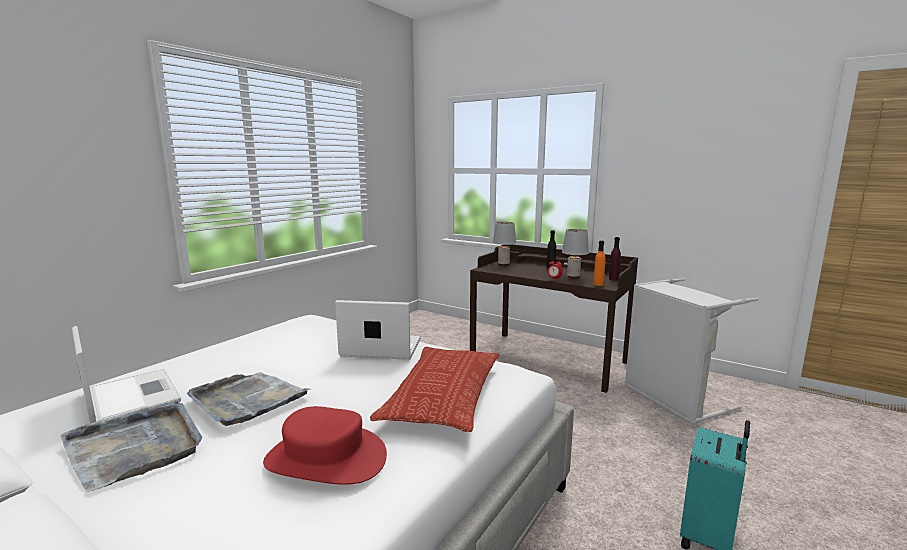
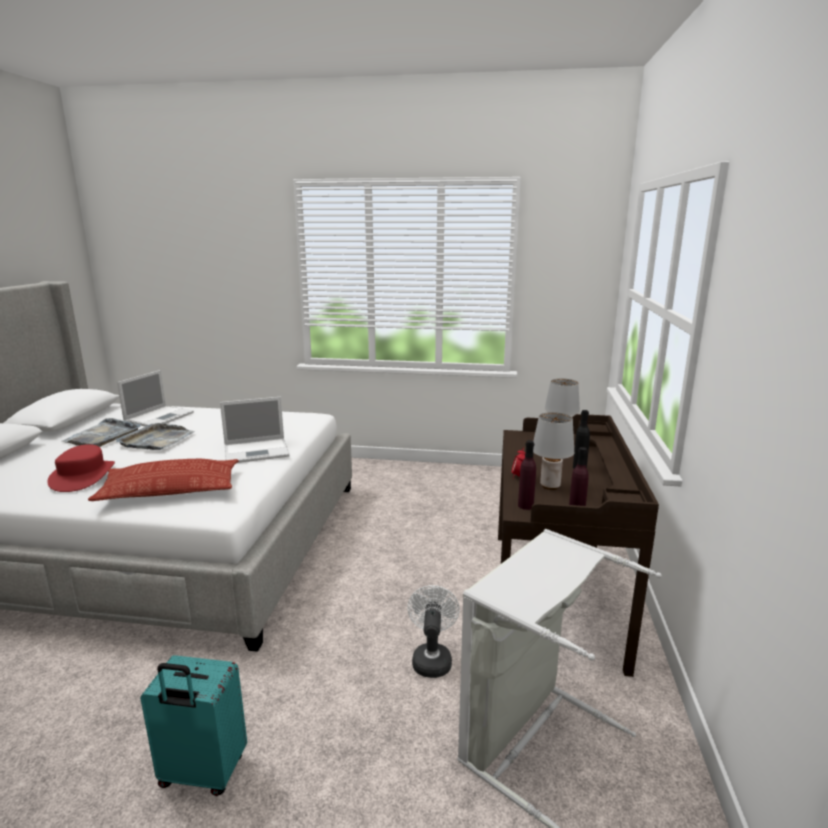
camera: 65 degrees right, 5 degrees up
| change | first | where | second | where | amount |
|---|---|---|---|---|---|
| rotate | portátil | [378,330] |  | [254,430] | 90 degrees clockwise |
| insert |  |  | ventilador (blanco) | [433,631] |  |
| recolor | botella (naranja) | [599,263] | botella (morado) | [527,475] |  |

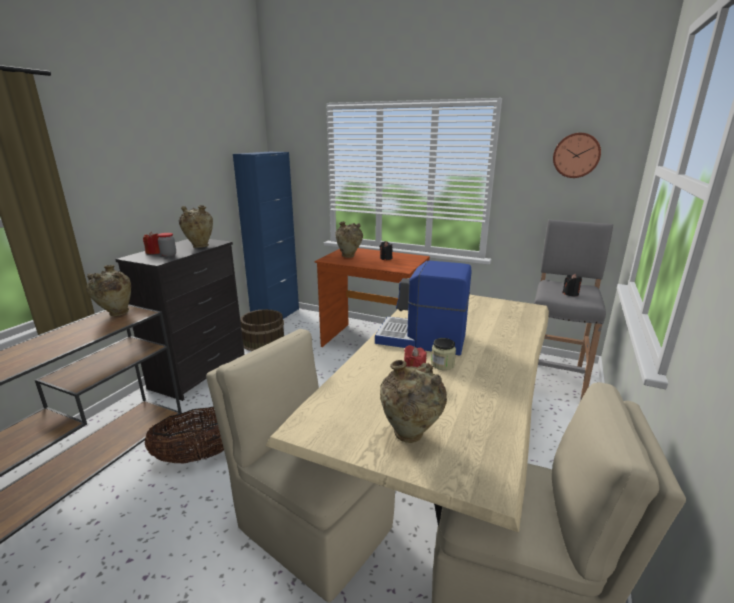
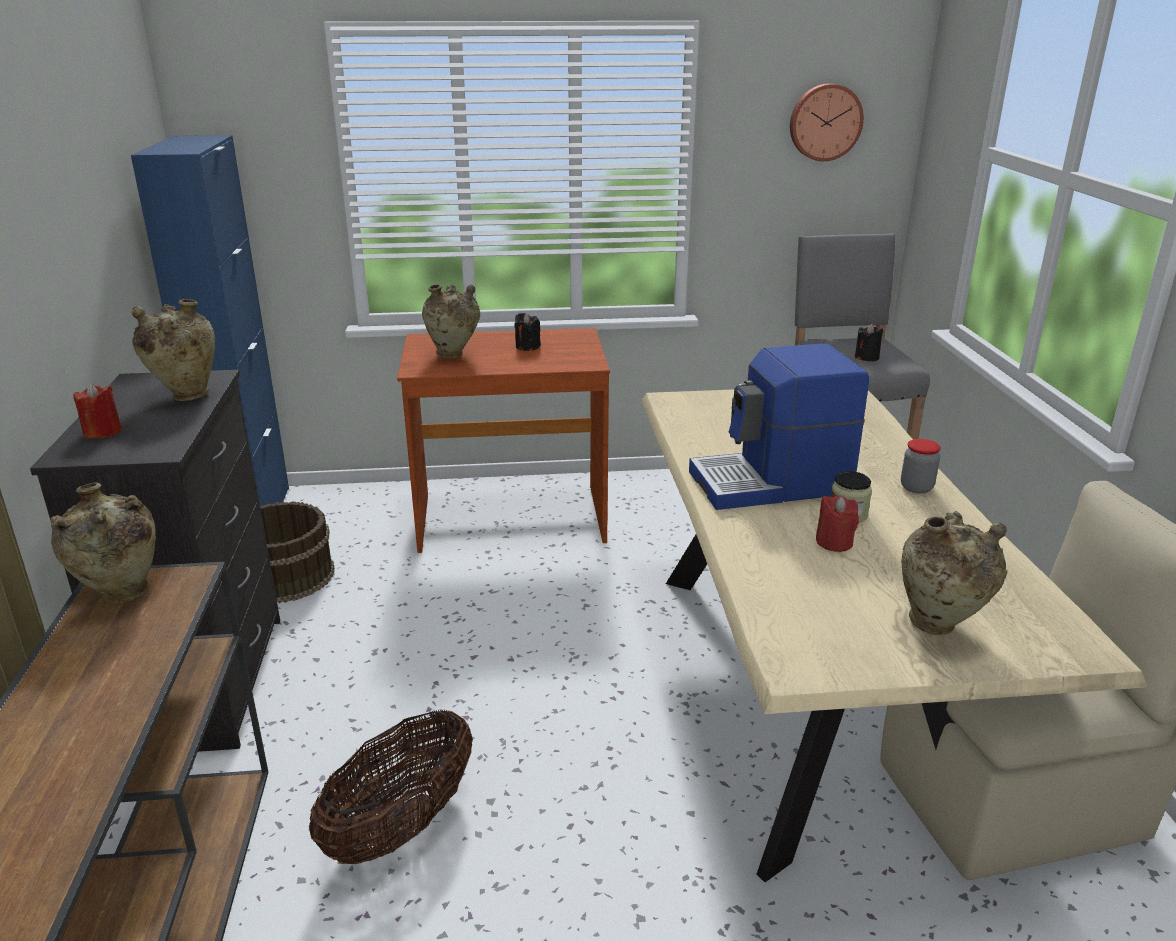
camera: 30 degrees left, 5 degrees up
| change | first | where | second | where | amount |
|---|---|---|---|---|---|
| move | tarro | [166,245] |  | [921,466] |  |
| delete | silla (beis) | [300,465] |  |  |  |

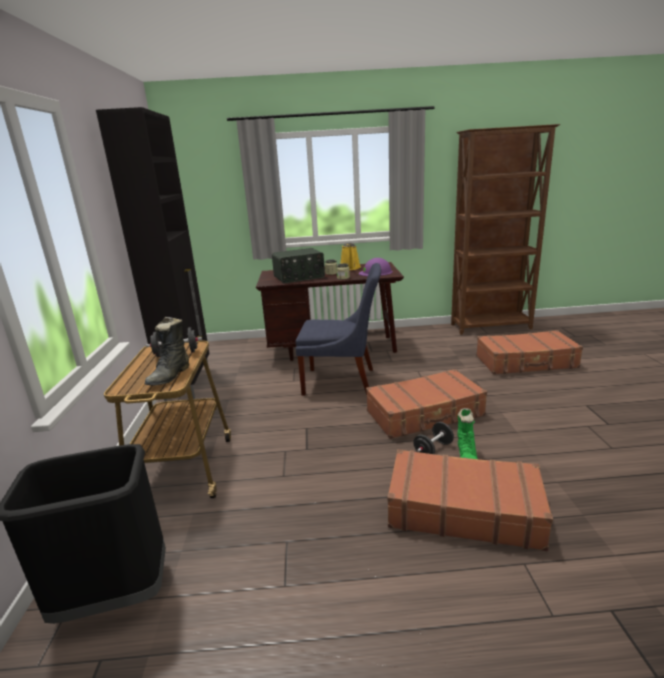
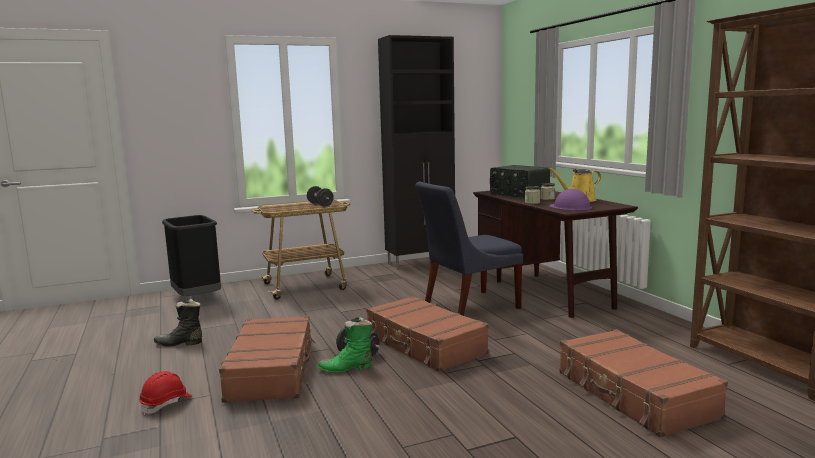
camera: 70 degrees right, 10 degrees down
| change | first | where | second | where | amount |
|---|---|---|---|---|---|
| insert |  |  | casco (rojo) | [165,393] |  |
| move | bota (negro) | [166,351] |  | [178,322] |  |
| rotate | silla (azul) | [338,329] |  | [469,249] | 75 degrees clockwise |

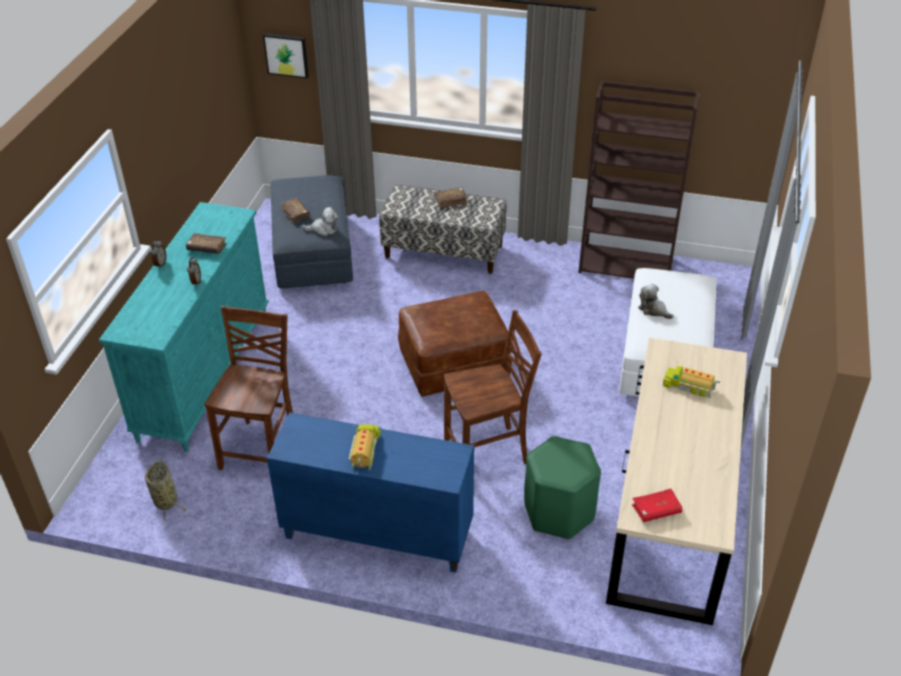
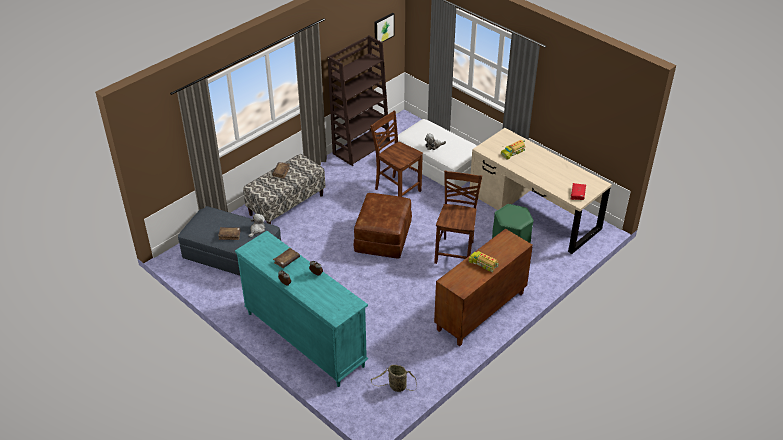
camera: 60 degrees left, 0 degrees up
| change | first | where | second | where | amount |
|---|---|---|---|---|---|
| move | silla (marrón) | [248,388] |  | [396,153] |  |
| move | cuadro | [285,55] |  | [384,29] |  |
| recolor | armario (azul) | [370,492] | armario (marrón) | [483,287] |  |

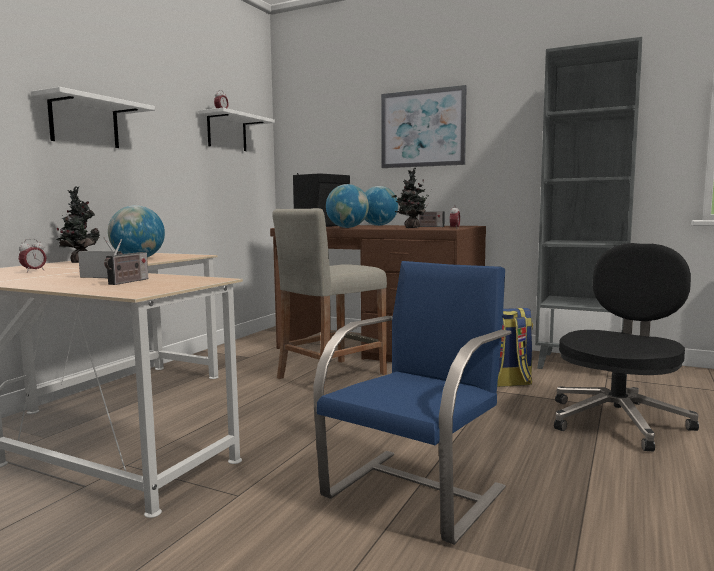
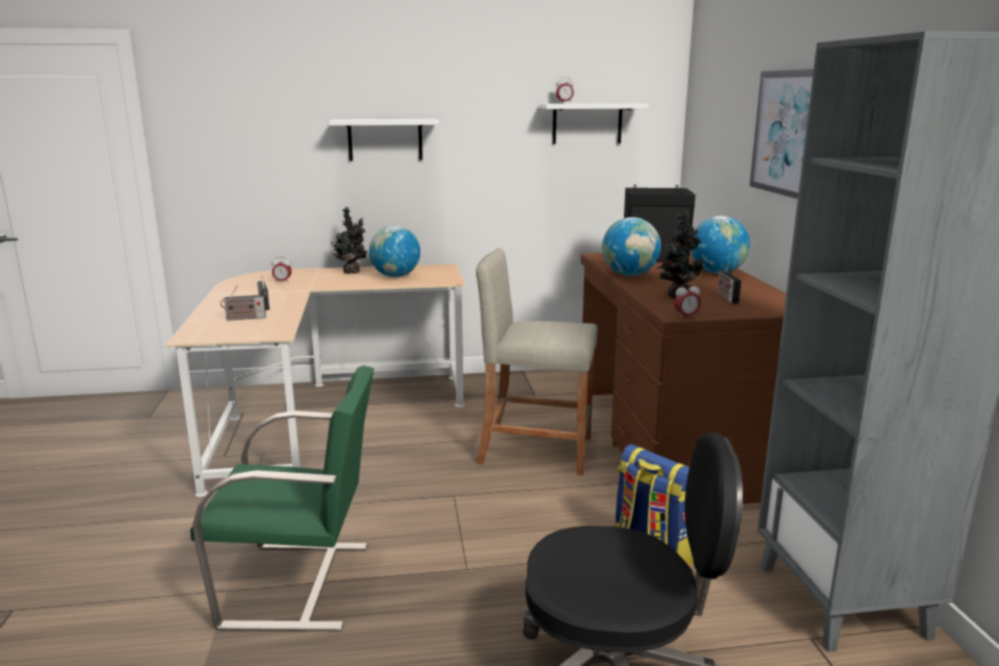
camera: 55 degrees right, 10 degrees up
| change | first | where | second | where | amount |
|---|---|---|---|---|---|
| recolor | silla (azul) | [412,403] | silla (verde) | [282,498] |  |

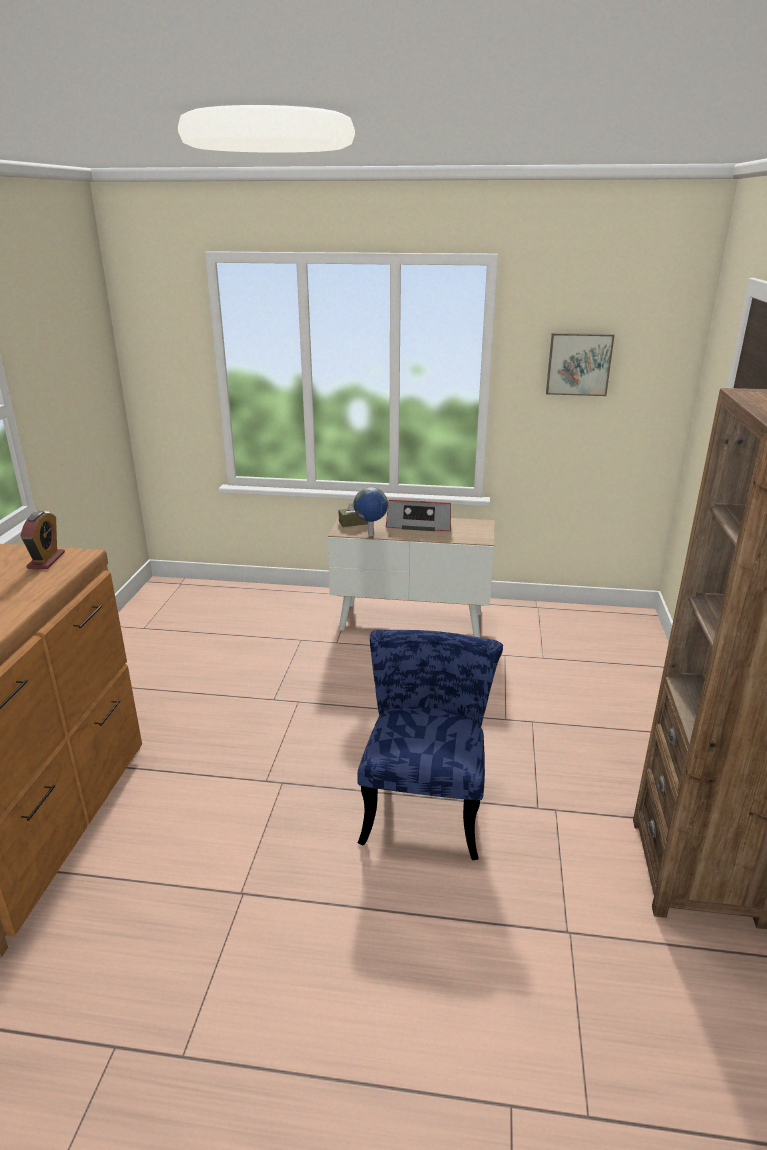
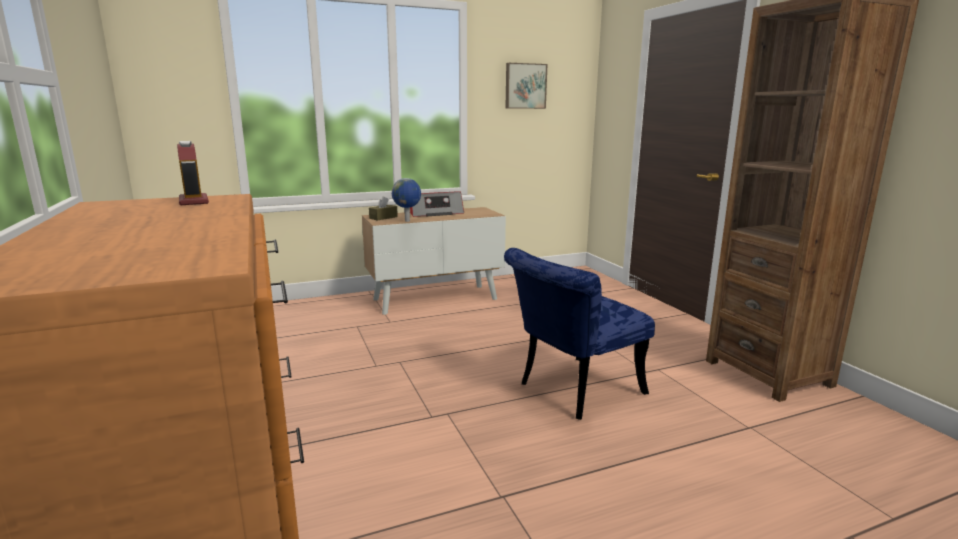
camera: 30 degrees left, 10 degrees down
| change | first | where | second | where | amount |
|---|---|---|---|---|---|
| rotate | silla (azul) | [430,745] |  | [579,334] | 105 degrees counterclockwise |

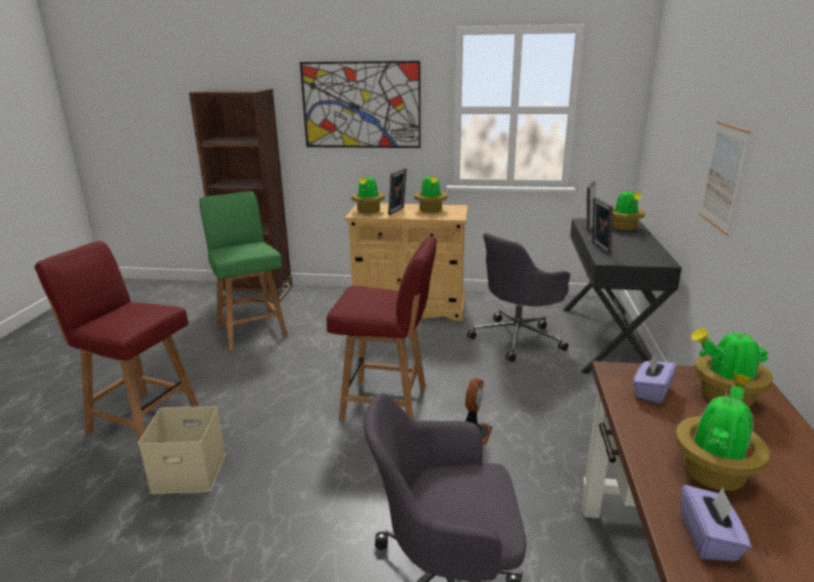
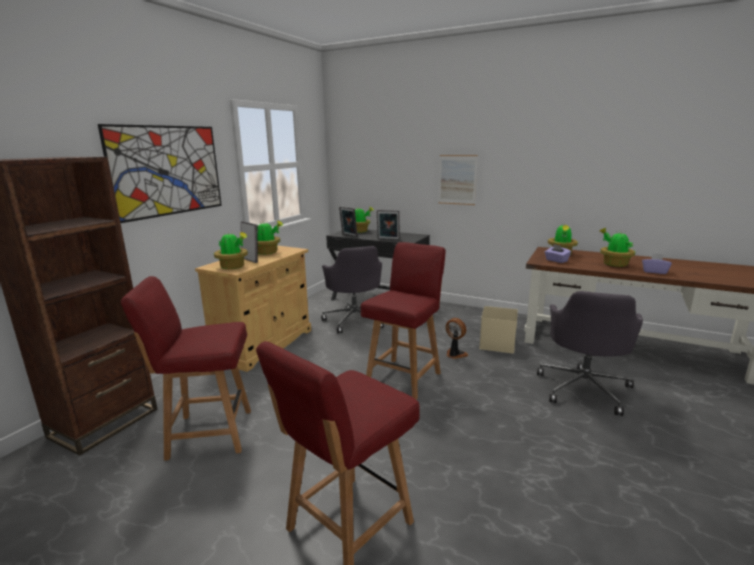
camera: 70 degrees left, 5 degrees down
| change | first | where | second | where | amount |
|---|---|---|---|---|---|
| recolor | silla (verde) | [243,271] | silla (rojo) | [186,368] |  |
| move | caja de almacenaje (beis) | [182,450] |  | [498,329] |  |

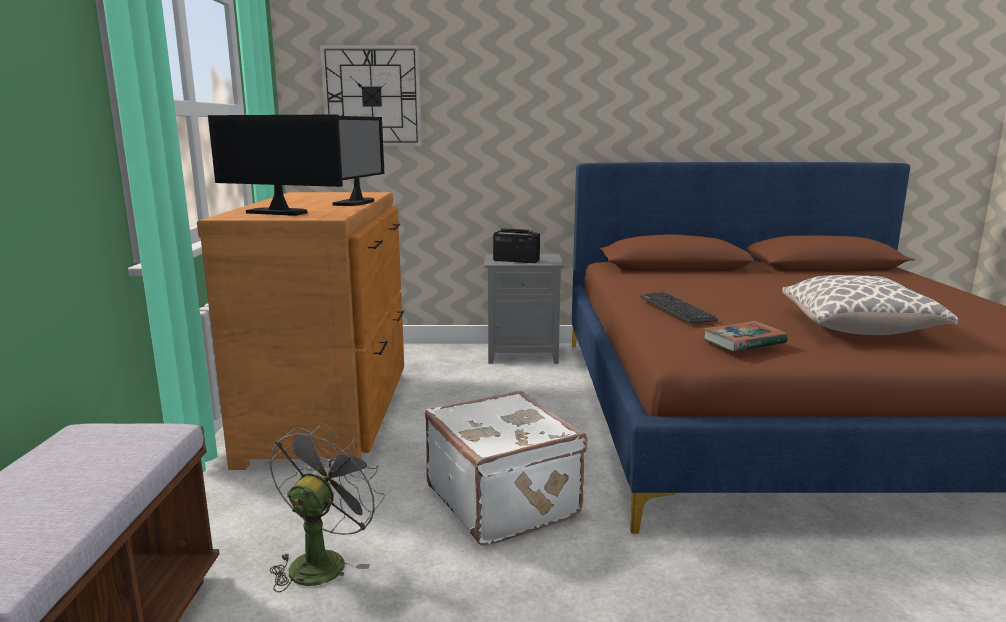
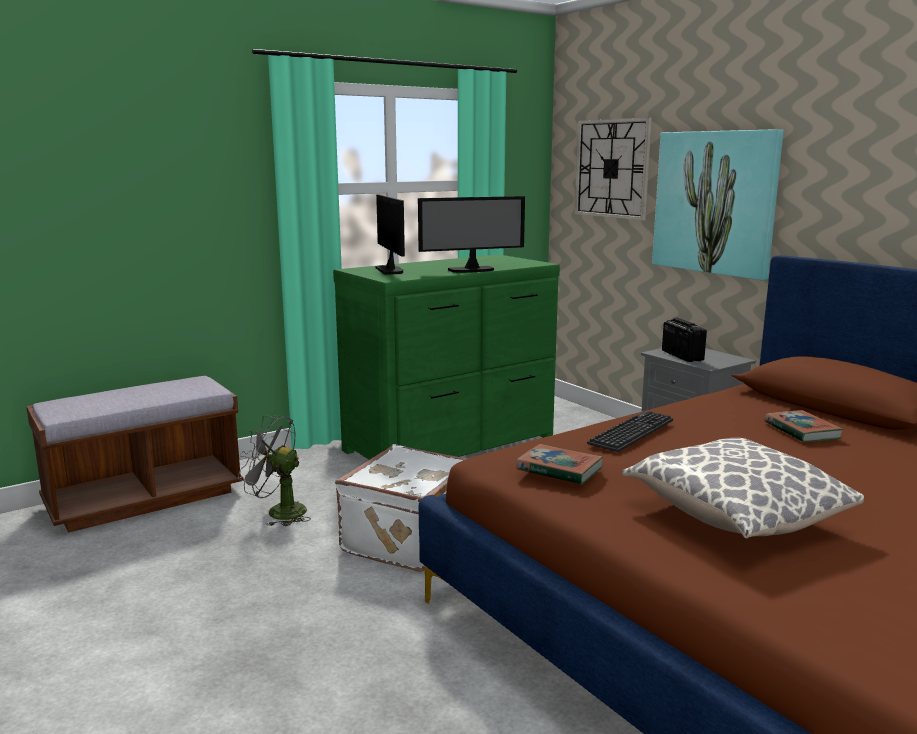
camera: 55 degrees right, 0 degrees up
| change | first | where | second | where | amount |
|---|---|---|---|---|---|
| rotate | ventilador (gris) | [327,507] |  | [274,470] | 150 degrees counterclockwise |
| recolor | cómoda (marrón) | [300,331] | cómoda (verde) | [446,357] |  |
| insert |  |  | cuadro | [718,204] |  |
| insert |  |  | libro | [804,426] |  |

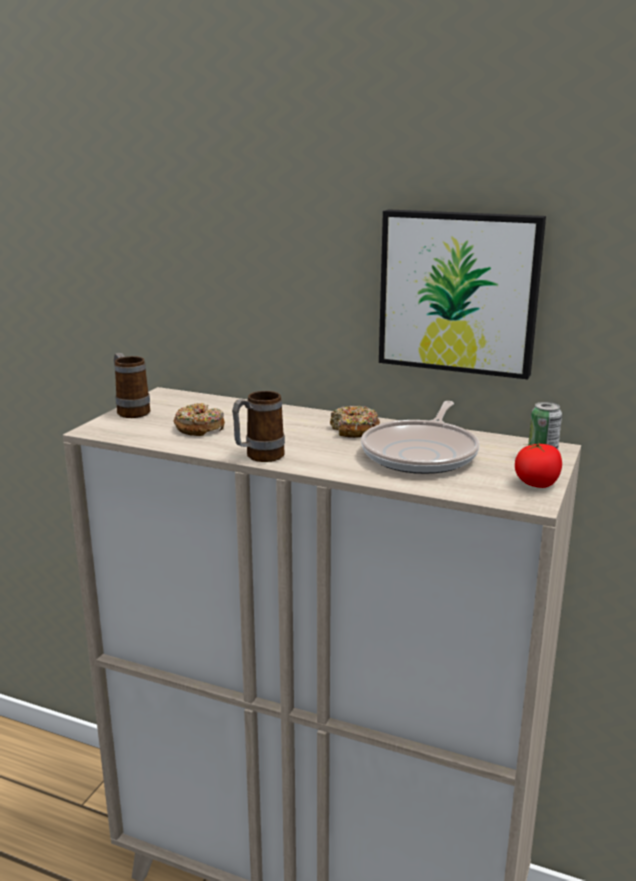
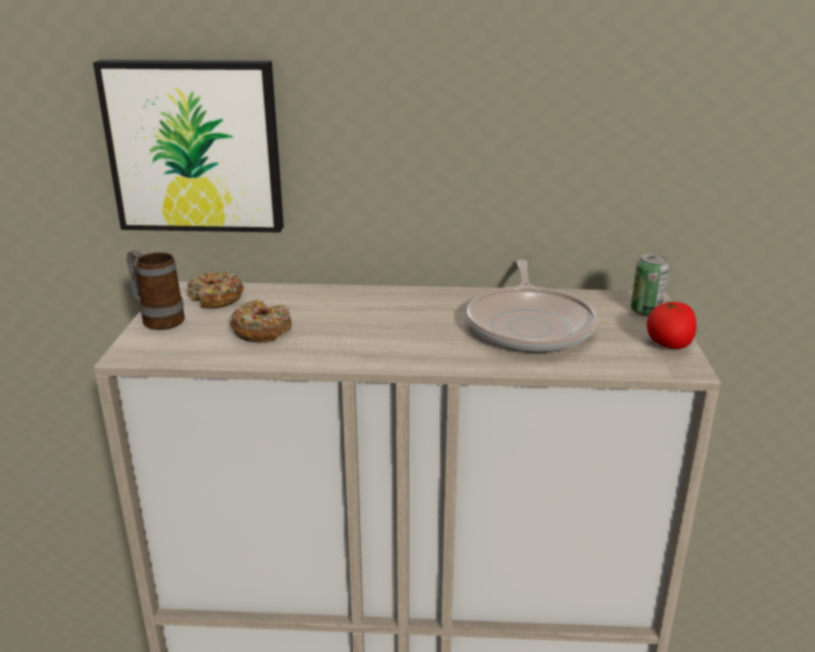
camera: 20 degrees left, 5 degrees up
| change | first | where | second | where | amount |
|---|---|---|---|---|---|
| move | cuadro | [462,294] |  | [188,146] |  |
| move | rosquilla | [355,421] |  | [215,290] |  |
| delete | taza grande | [258,426] |  |  |  |

